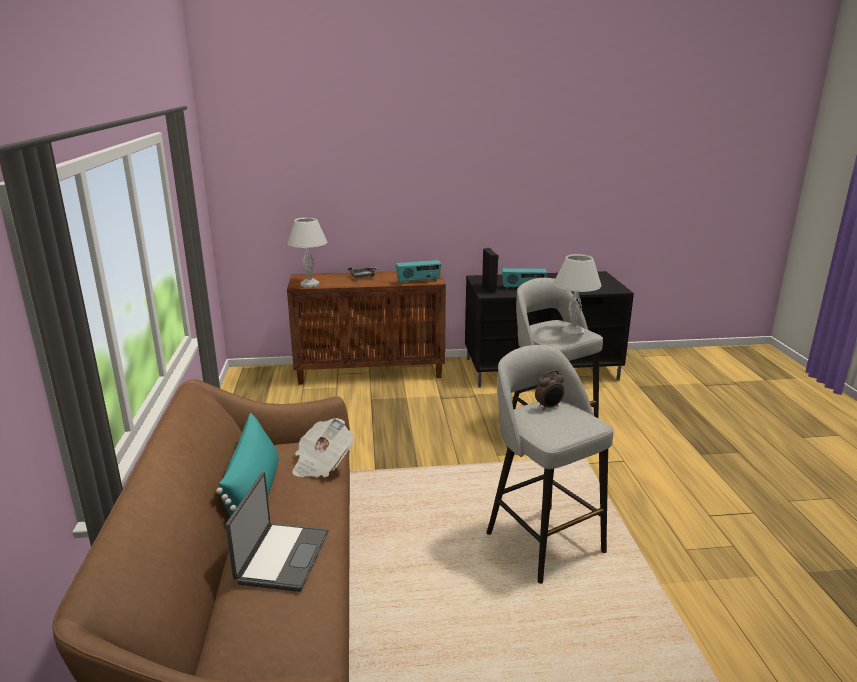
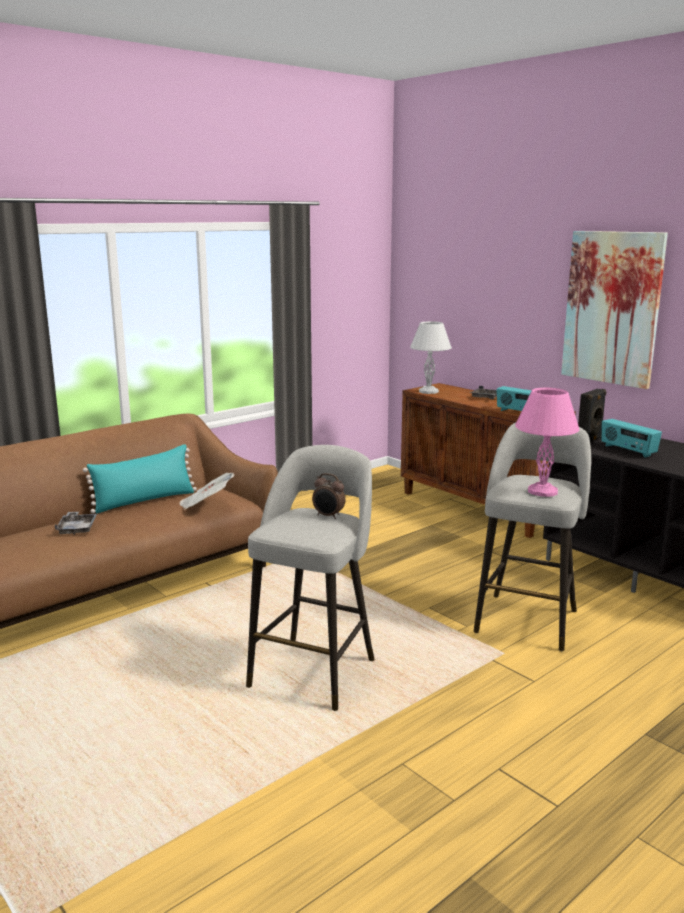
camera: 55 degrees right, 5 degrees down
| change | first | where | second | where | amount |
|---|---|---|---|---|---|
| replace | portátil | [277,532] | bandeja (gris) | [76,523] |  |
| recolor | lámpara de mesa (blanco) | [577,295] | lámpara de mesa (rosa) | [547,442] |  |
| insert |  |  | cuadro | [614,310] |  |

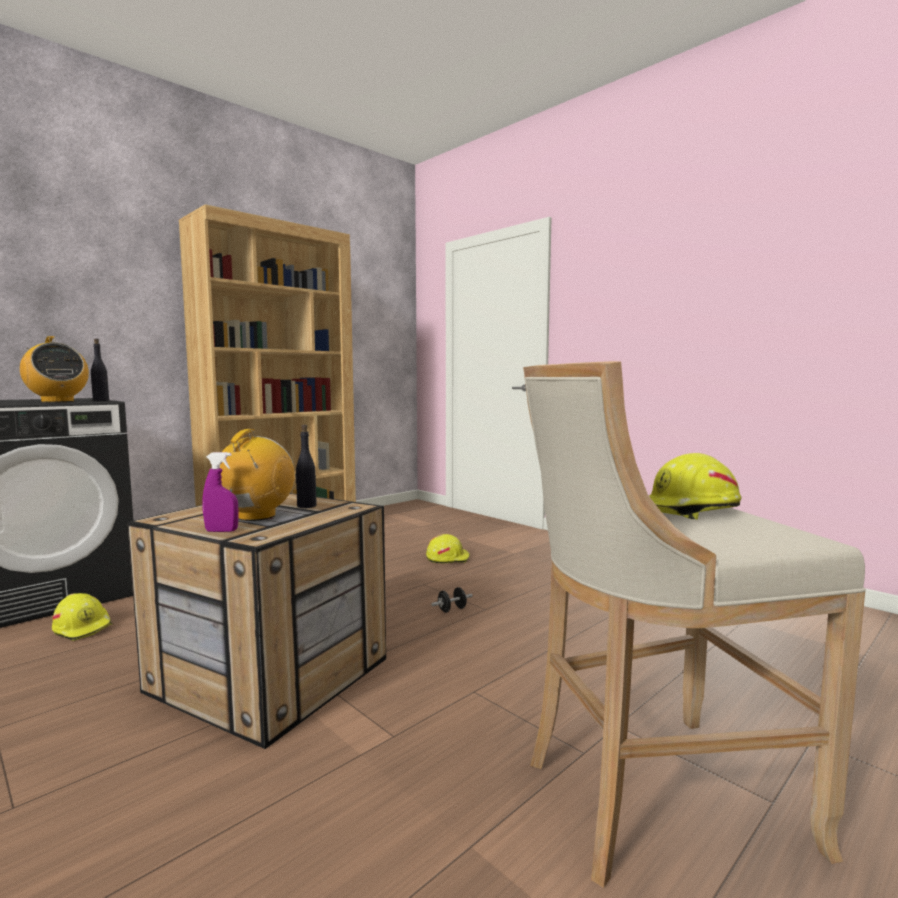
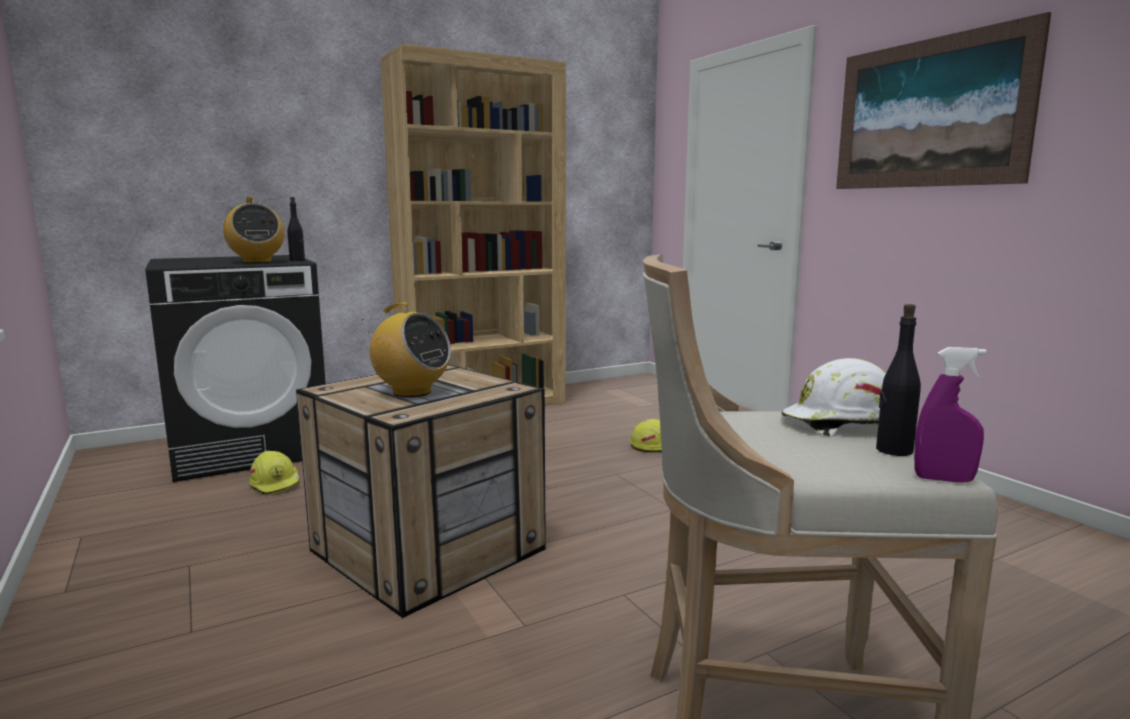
camera: 15 degrees right, 5 degrees up
| change | first | where | second | where | amount |
|---|---|---|---|---|---|
| rotate | radio | [257,475] |  | [406,350] | 90 degrees clockwise |
| recolor | casco (amarillo) | [695,486] | casco (blanco) | [834,397] |  |
| insert |  |  | cuadro | [943,100] |  |
| move | botella (negro) | [306,466] |  | [898,380] |  |
| move | pulverizador (morado) | [220,492] |  | [950,415] |  |
| delete | mancuerna (negro) | [452,600] |  |  |  |

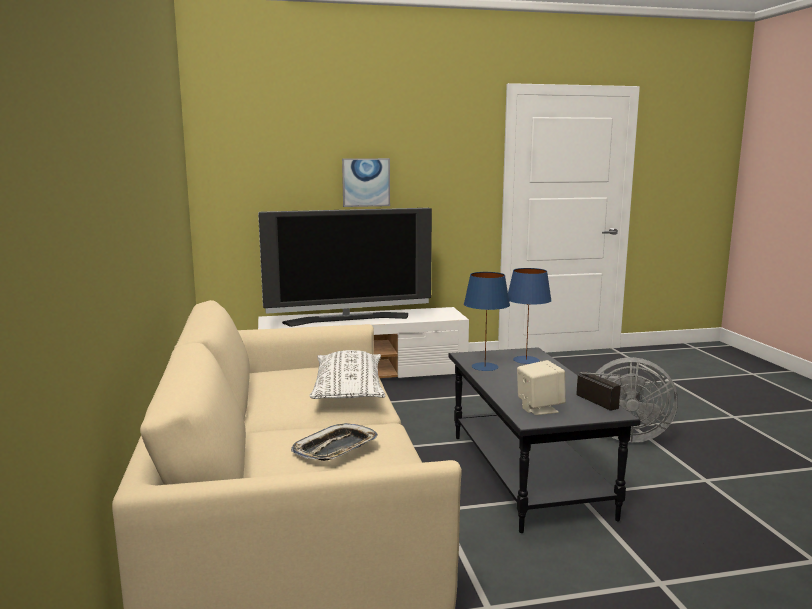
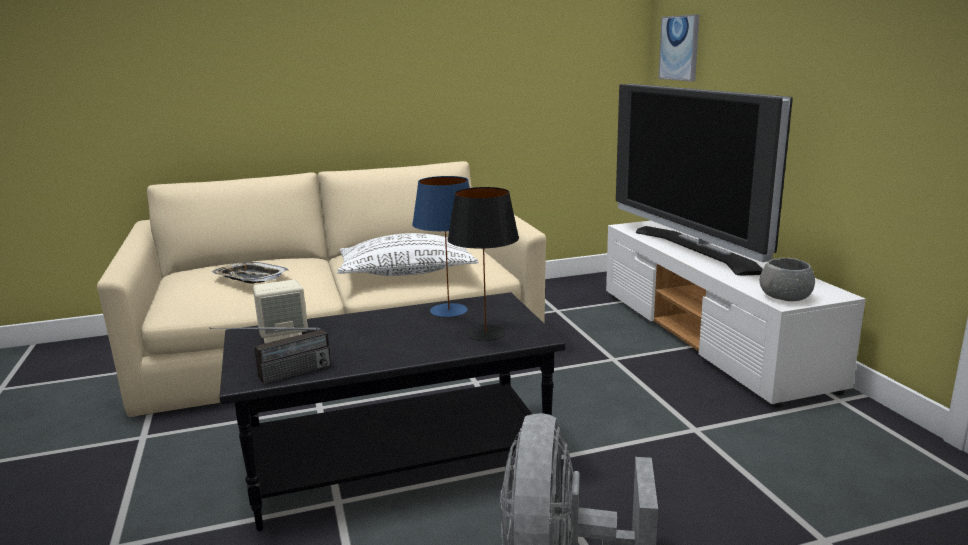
camera: 85 degrees right, 5 degrees up
| change | first | where | second | where | amount |
|---|---|---|---|---|---|
| recolor | lámpara de mesa (azul) | [530,316] | lámpara de mesa (negro) | [483,264] |  |
| move | cuadro | [366,182] |  | [679,47] |  |
| insert |  |  | cuenco (gris) | [787,279] |  |

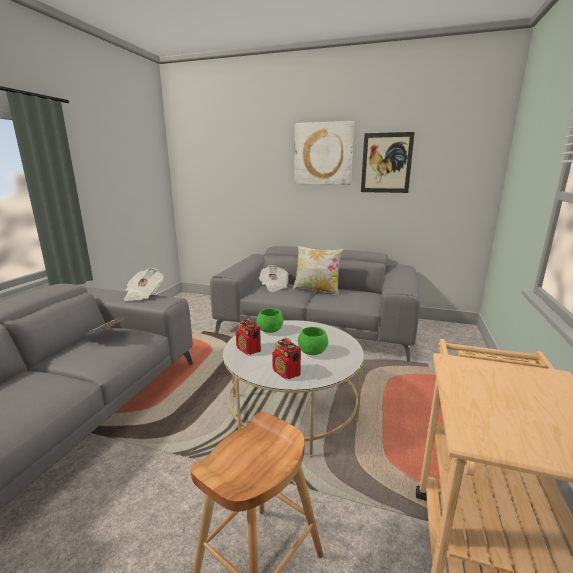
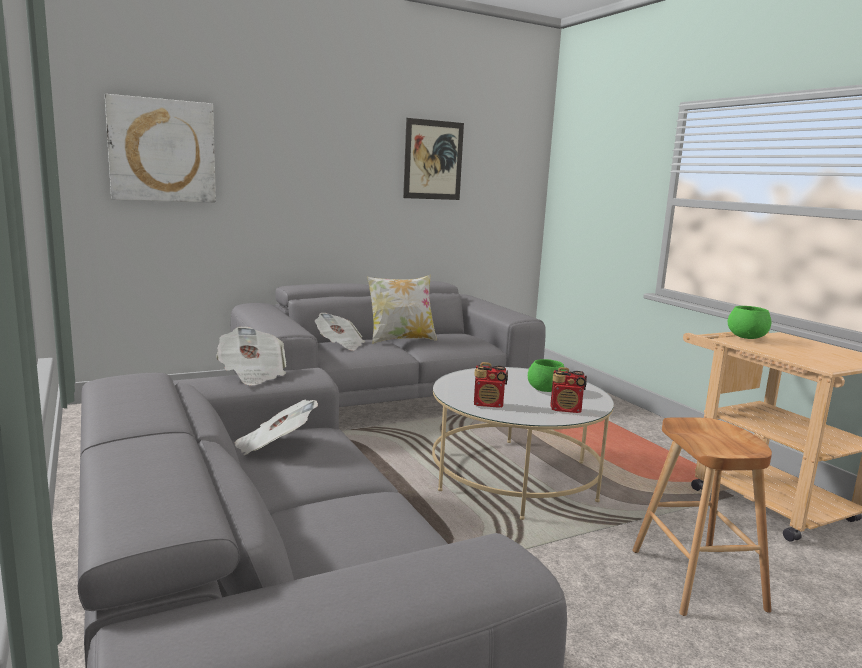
camera: 45 degrees left, 5 degrees down
| change | first | where | second | where | amount |
|---|---|---|---|---|---|
| move | cuadro | [324,153] |  | [160,148] |  |
| move | cuenco (verde) | [269,320] |  | [749,322] |  |

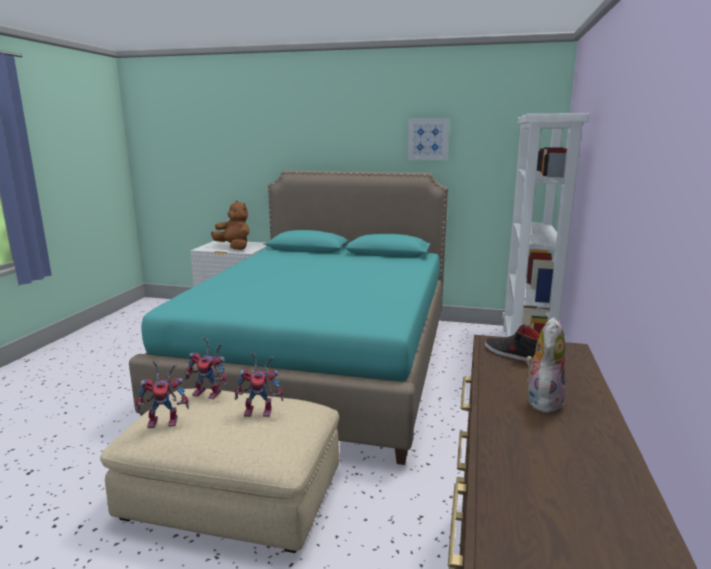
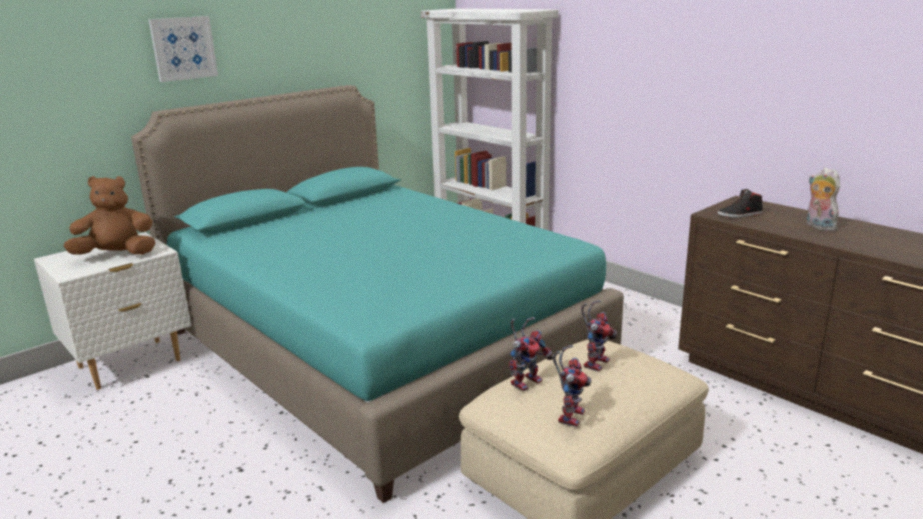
camera: 55 degrees left, 5 degrees up
| change | first | where | second | where | amount |
|---|---|---|---|---|---|
| move | cuadro | [428,139] |  | [183,49] |  |

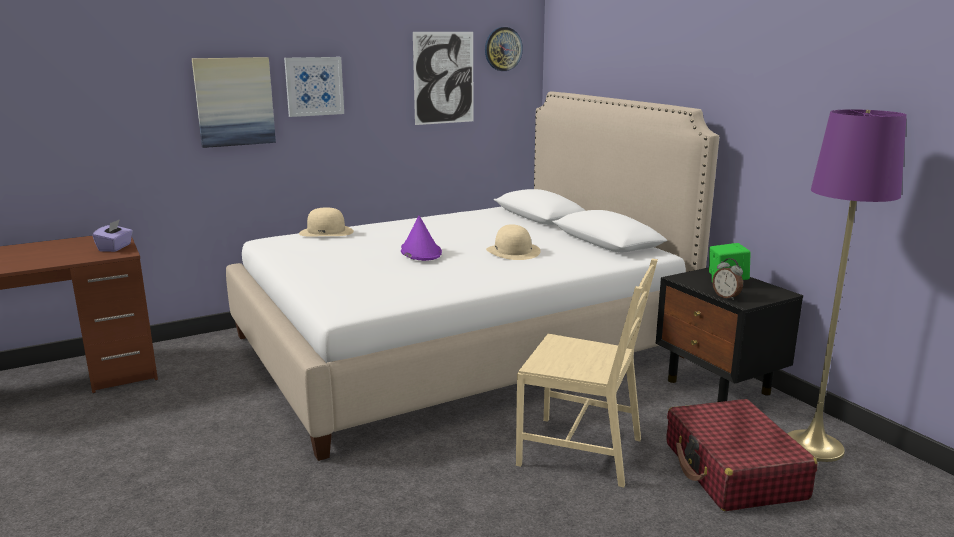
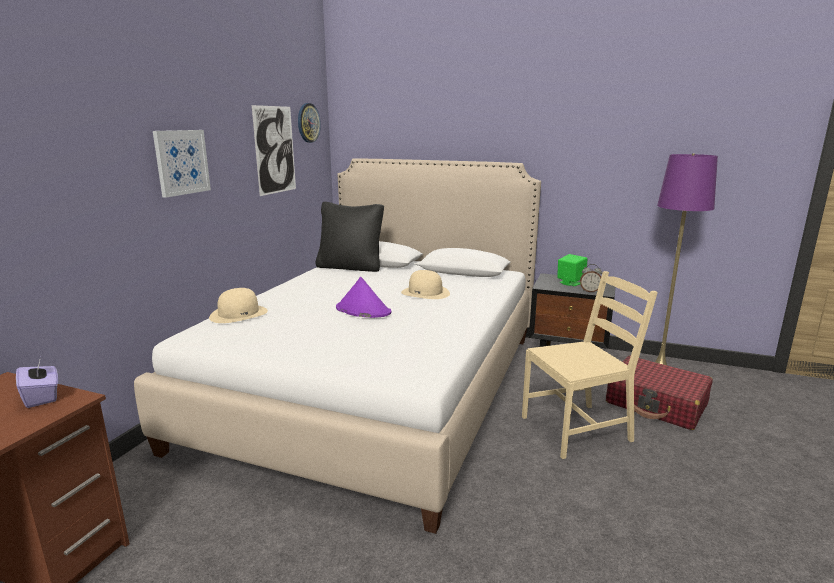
camera: 40 degrees left, 0 degrees up
| change | first | where | second | where | amount |
|---|---|---|---|---|---|
| insert |  |  | cojín (negro) | [349,237] |  |
| delete | cuadro | [234,102] |  |  |  |

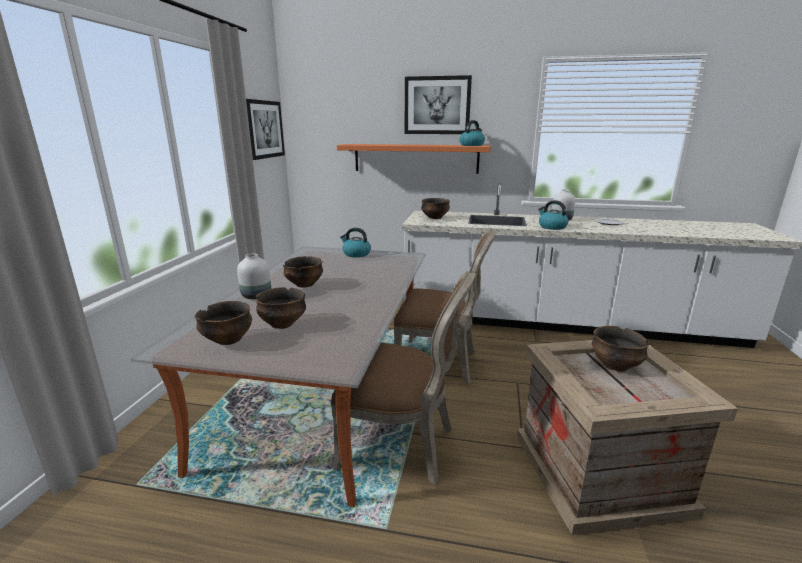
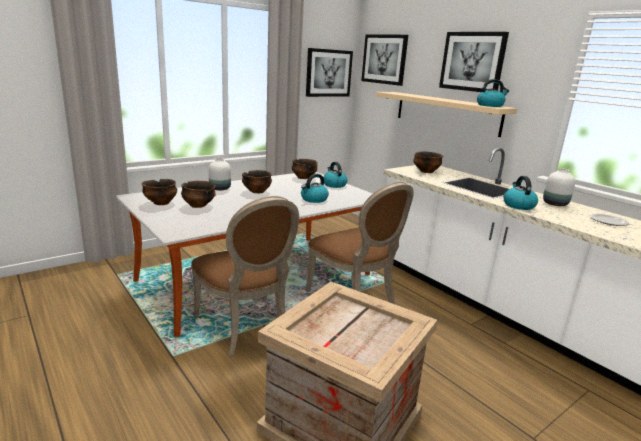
camera: 40 degrees right, 0 degrees up
| change | first | where | second | where | amount |
|---|---|---|---|---|---|
| move | cuenco | [620,349] |  | [305,169] |  |
| insert |  |  | hervidor | [315,188] |  |
| insert |  |  | cuadro | [384,60] |  |
| recolor | estante (naranja) | [414,159] | estante (beis) | [446,114] |  |

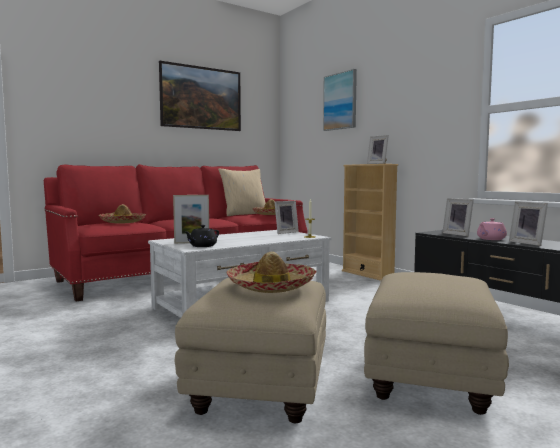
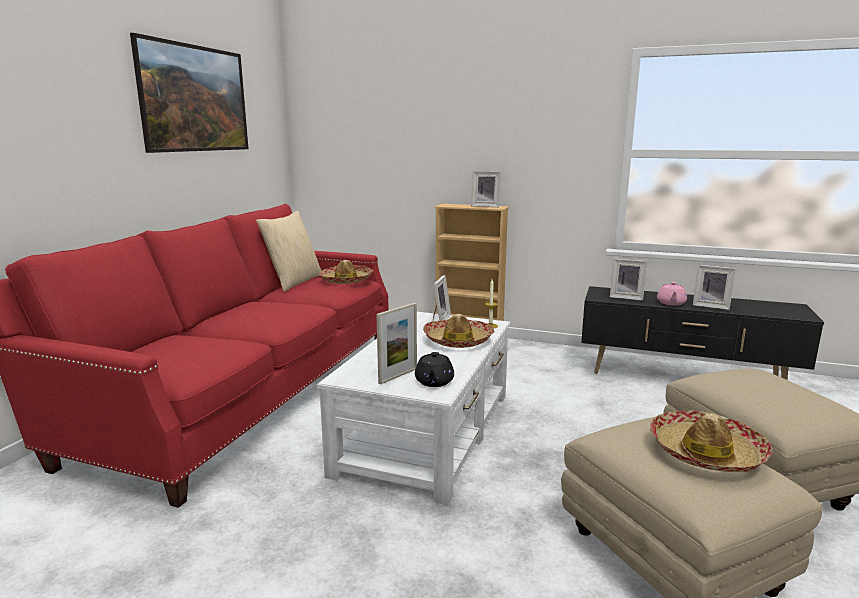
camera: 35 degrees left, 10 degrees up
| change | first | where | second | where | amount |
|---|---|---|---|---|---|
| move | sombrero | [122,213] |  | [459,331] |  |
| delete | cuadro | [340,100] |  |  |  |

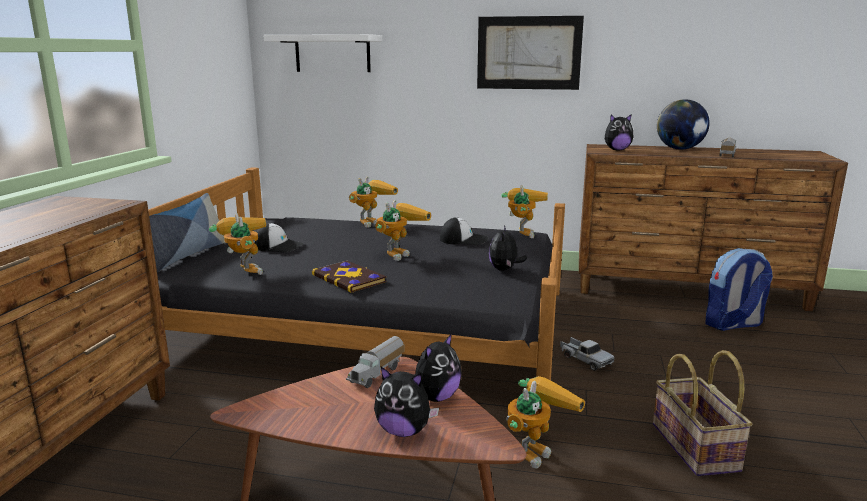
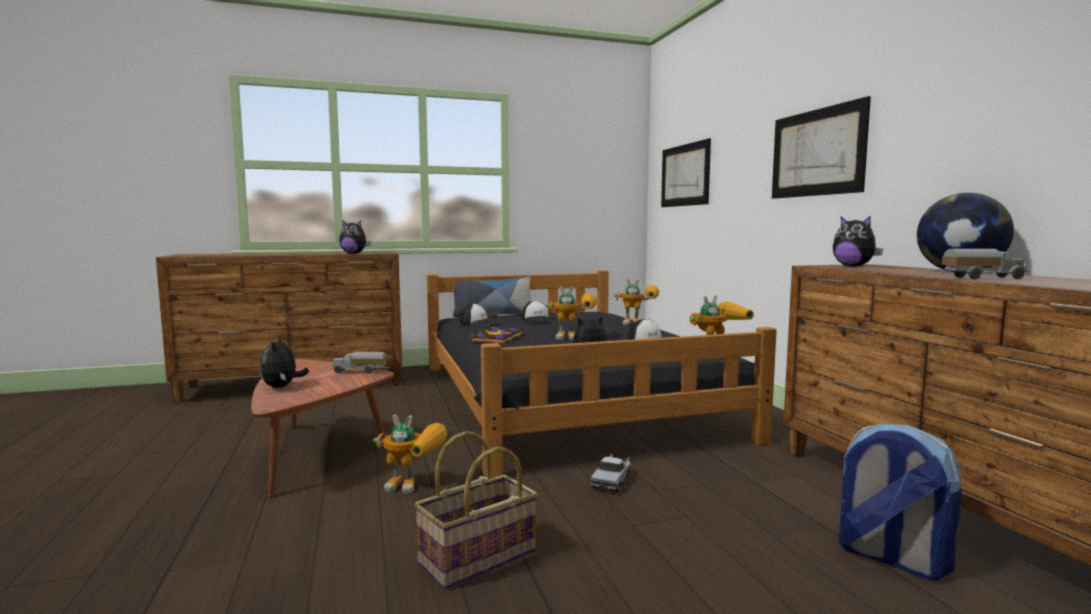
camera: 60 degrees right, 10 degrees down
| change | first | where | second | where | amount |
|---|---|---|---|---|---|
| move | peluche | [437,367] |  | [355,237] |  |
| replace | robot de juguete | [237,244] | gorra | [479,315] |  |
| replace | estante (blanco) | [323,53] | cuadro | [686,172] |  |

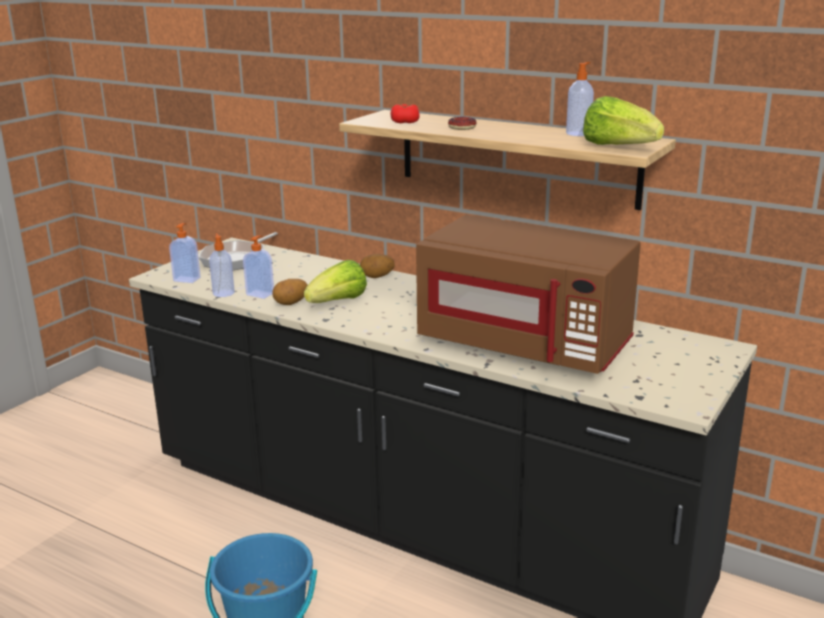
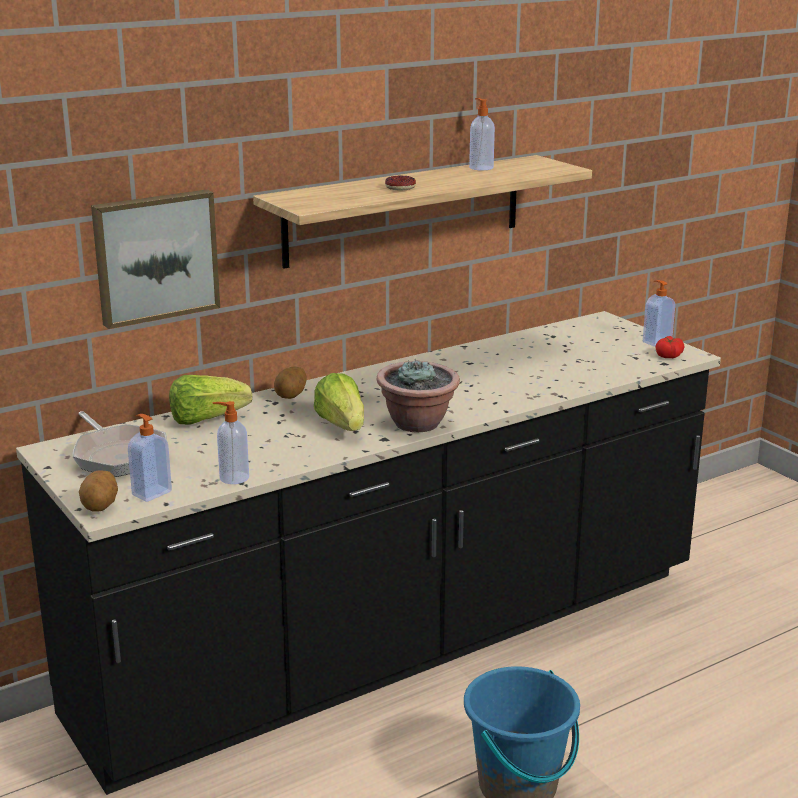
camera: 65 degrees left, 0 degrees up
| change | first | where | second | where | amount |
|---|---|---|---|---|---|
| move | patata | [290,292] |  | [98,491] |  |
| insert |  |  | cuadro | [155,259] |  |
| move | lechuga | [623,120] |  | [210,400] |  |
| insert |  |  | planta en maceta | [418,395] |  |
| move | dispensador de jabón | [258,267] |  | [659,313] |  |
| move | tomate | [405,113] |  | [670,347] |  |
| delete | microondas (marrón) | [528,294] |  |  |  |

